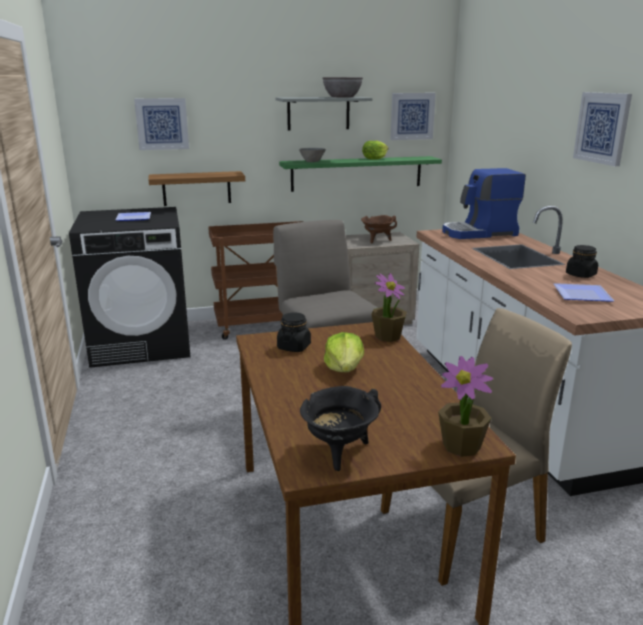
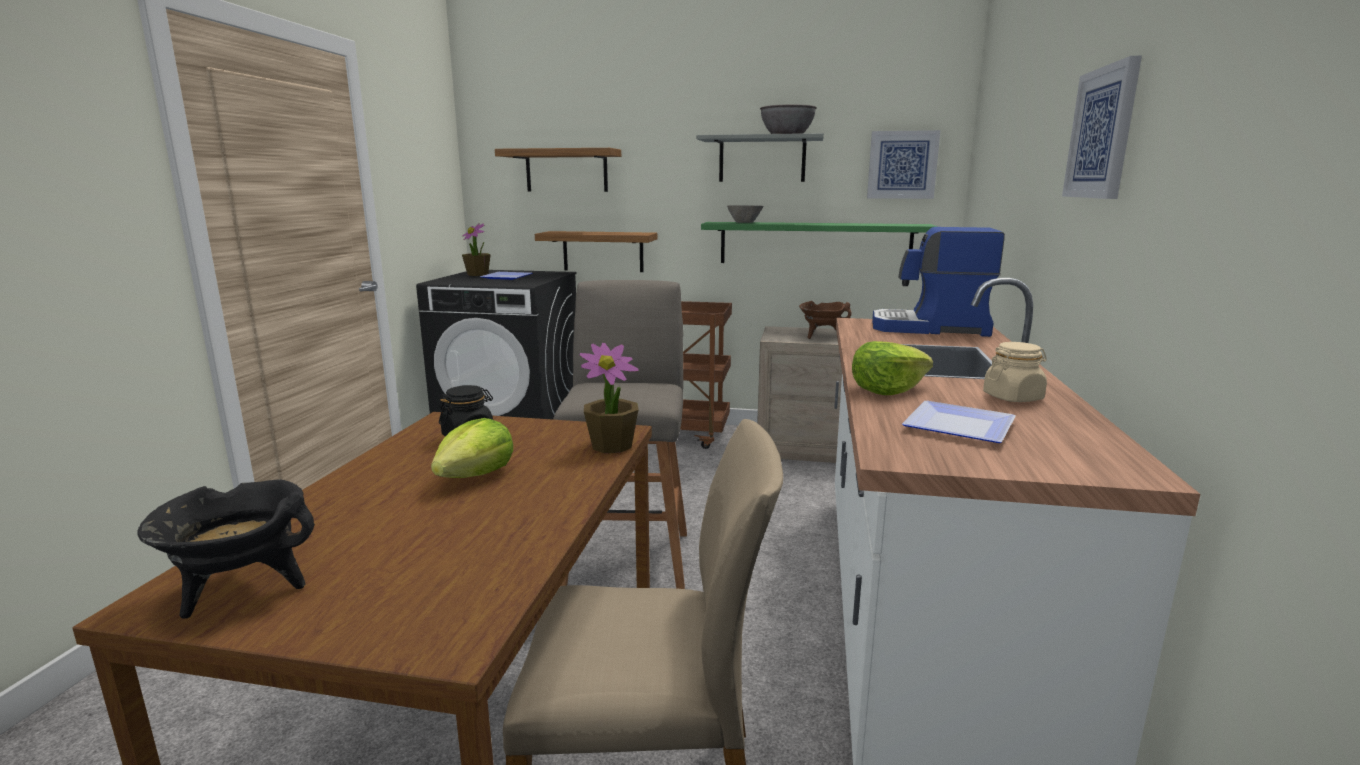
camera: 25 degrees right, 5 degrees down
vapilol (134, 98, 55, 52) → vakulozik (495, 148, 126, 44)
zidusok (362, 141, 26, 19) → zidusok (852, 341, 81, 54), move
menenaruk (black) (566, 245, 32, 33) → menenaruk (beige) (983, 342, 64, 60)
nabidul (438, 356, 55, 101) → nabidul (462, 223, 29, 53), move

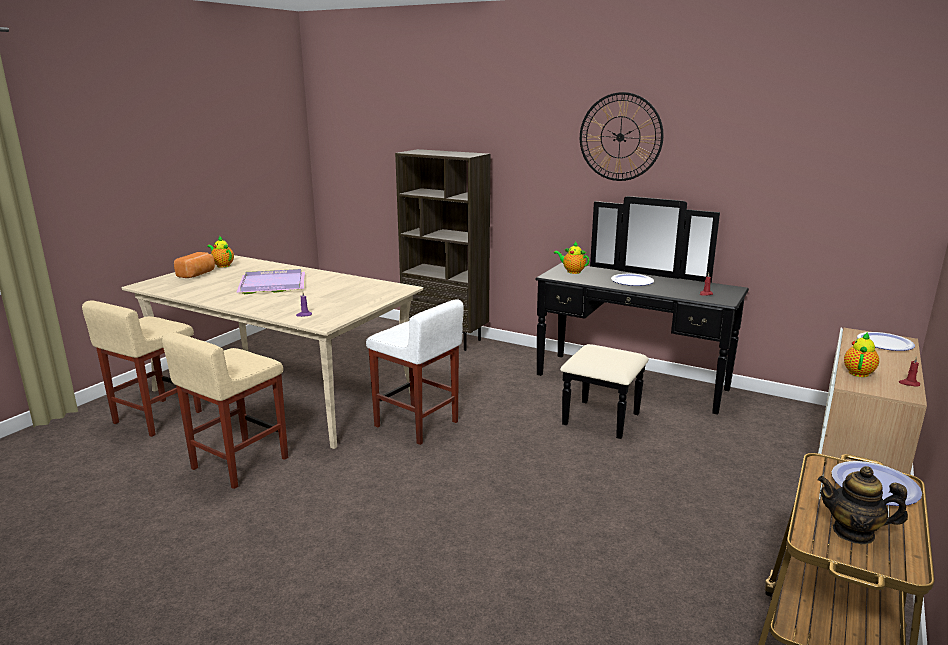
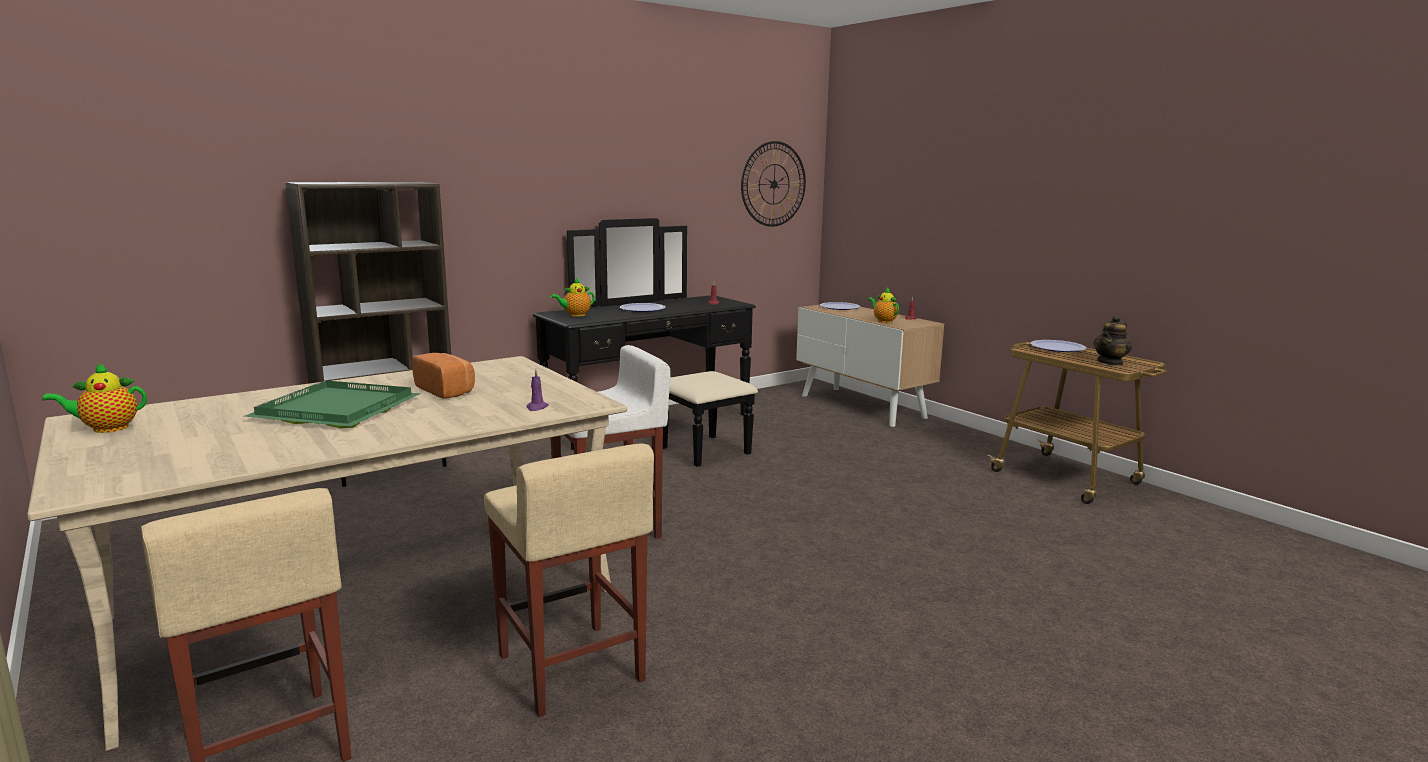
camera: 65 degrees left, 5 degrees down
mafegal (580, 92, 83, 89) → mafegal (741, 141, 65, 86), move
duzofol (174, 252, 41, 26) → duzofol (413, 353, 62, 46), move
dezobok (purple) (236, 269, 69, 25) → dezobok (green) (245, 380, 176, 49)

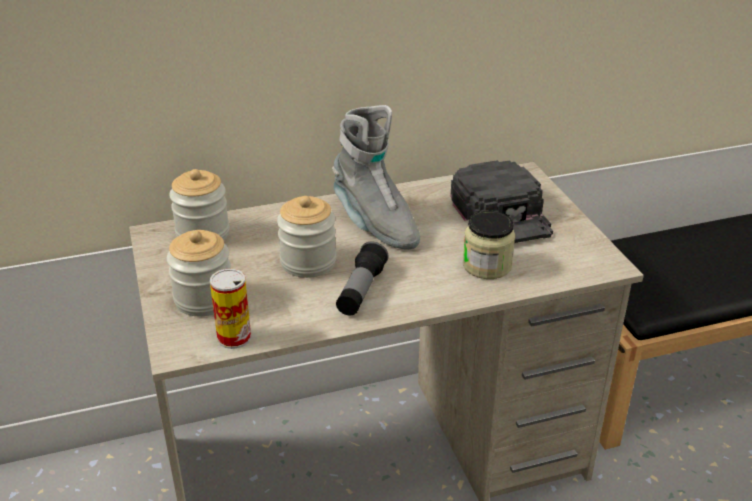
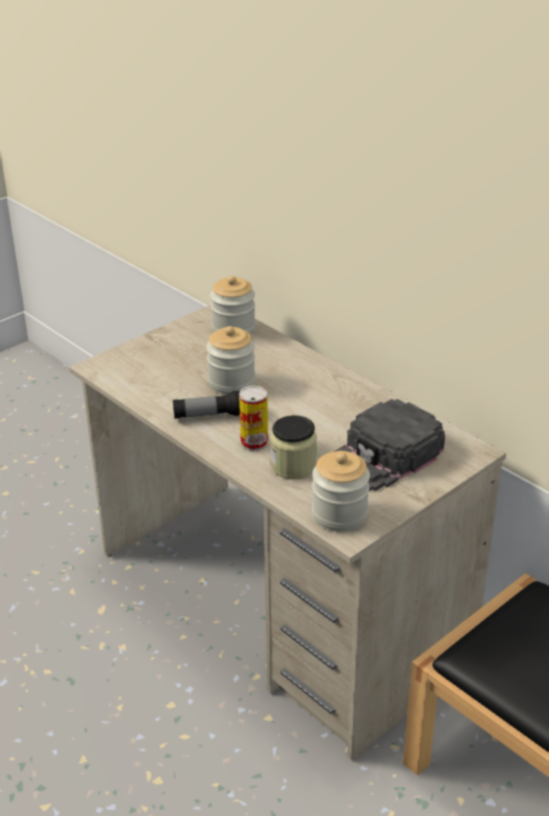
camera: 65 degrees right, 0 degrees up
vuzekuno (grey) (332, 105, 88, 144) → -
menenaruk (167, 230, 64, 86) → menenaruk (312, 451, 58, 81), move
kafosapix (210, 269, 41, 80) → kafosapix (239, 386, 29, 65), move

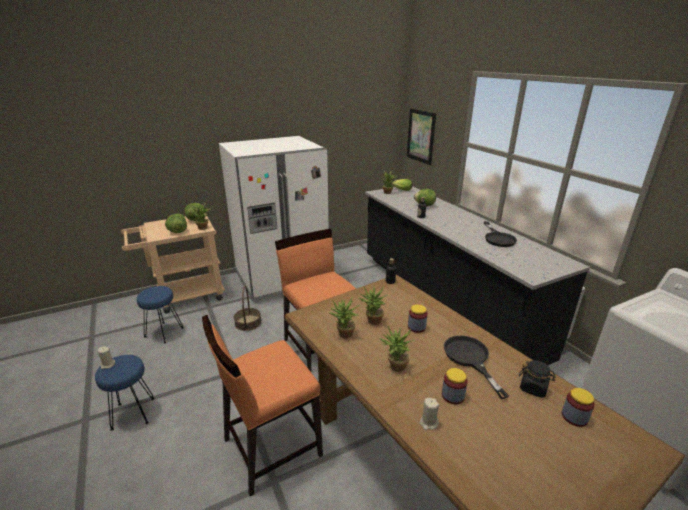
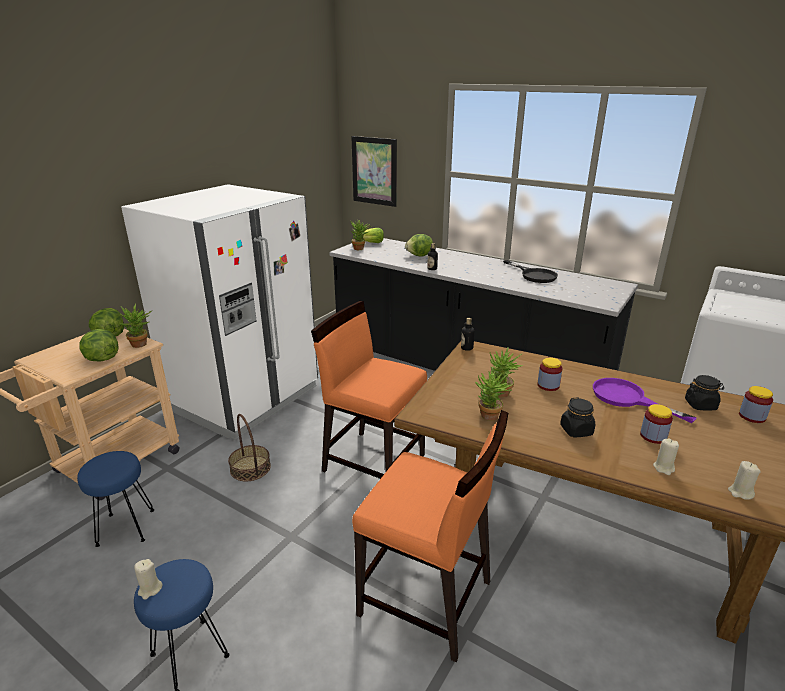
camera: 30 degrees left, 0 degrees up
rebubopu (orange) (202, 315, 121, 182) → rebubopu (orange) (352, 410, 156, 252), 90 degrees counterclockwise
nabidul (379, 326, 36, 46) → menenaruk (black) (560, 397, 35, 40)
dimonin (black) (444, 336, 65, 63) → dimonin (purple) (593, 378, 104, 45)
- → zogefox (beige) (728, 461, 33, 39)

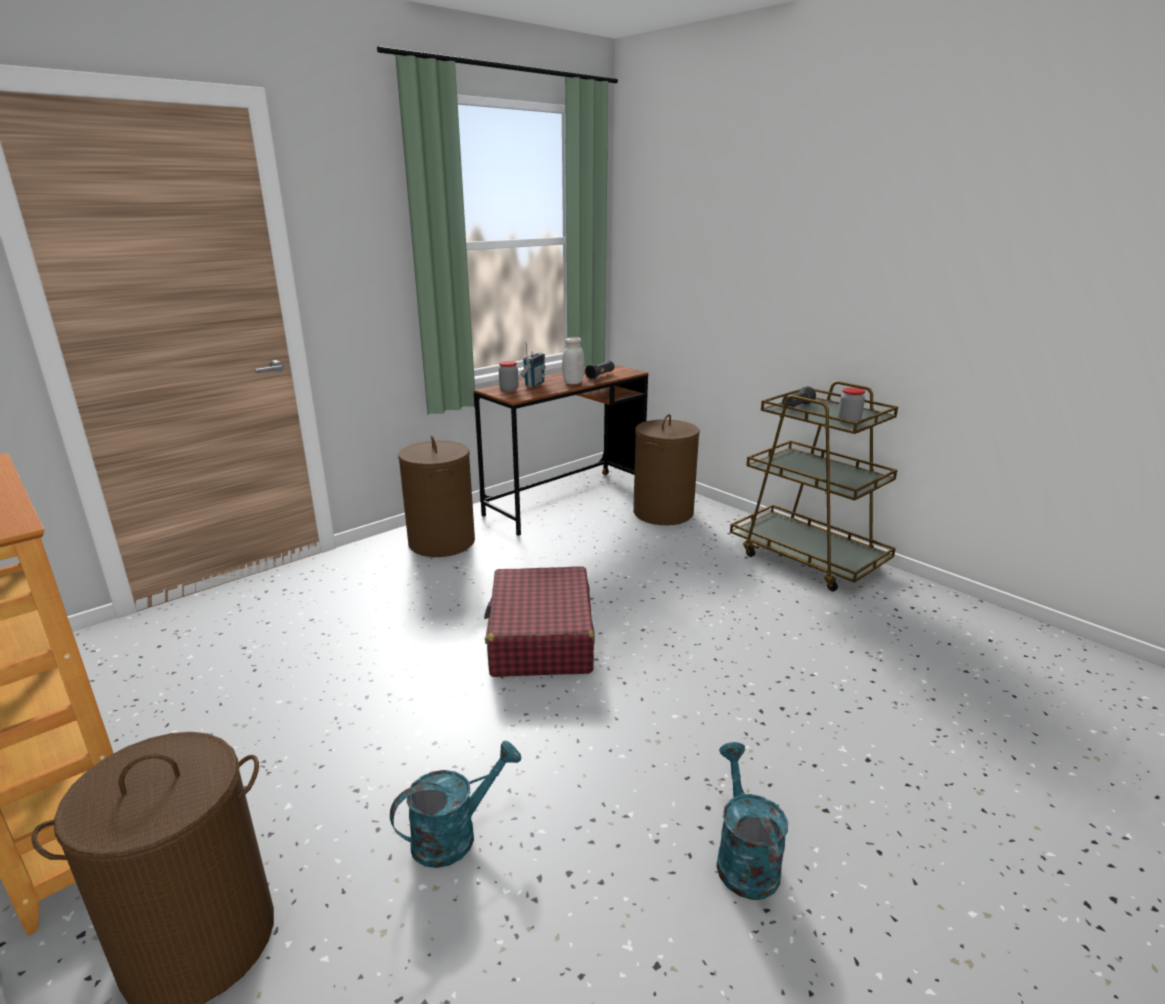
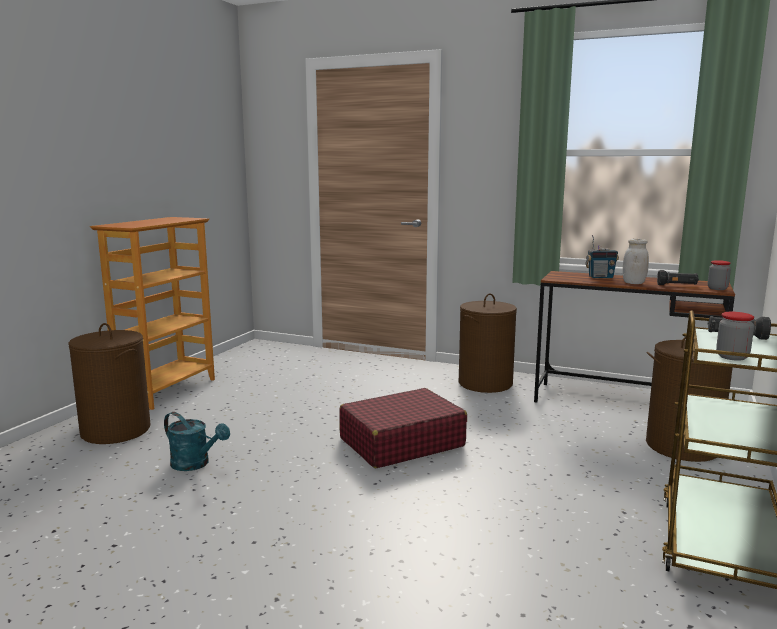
camera: 65 degrees right, 10 degrees down
menenaruk (499, 361, 19, 31) → menenaruk (708, 260, 23, 30), move
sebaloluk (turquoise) (716, 742, 72, 158) → -

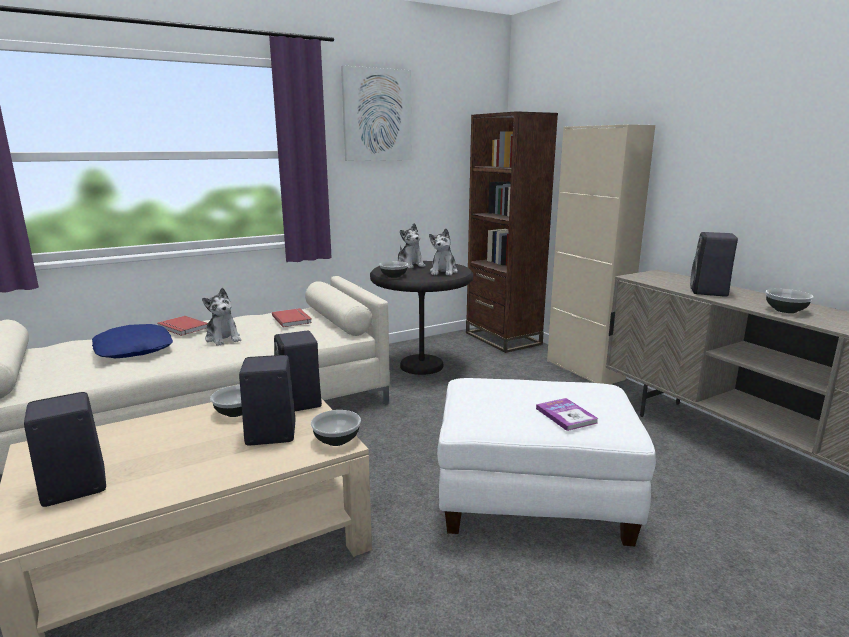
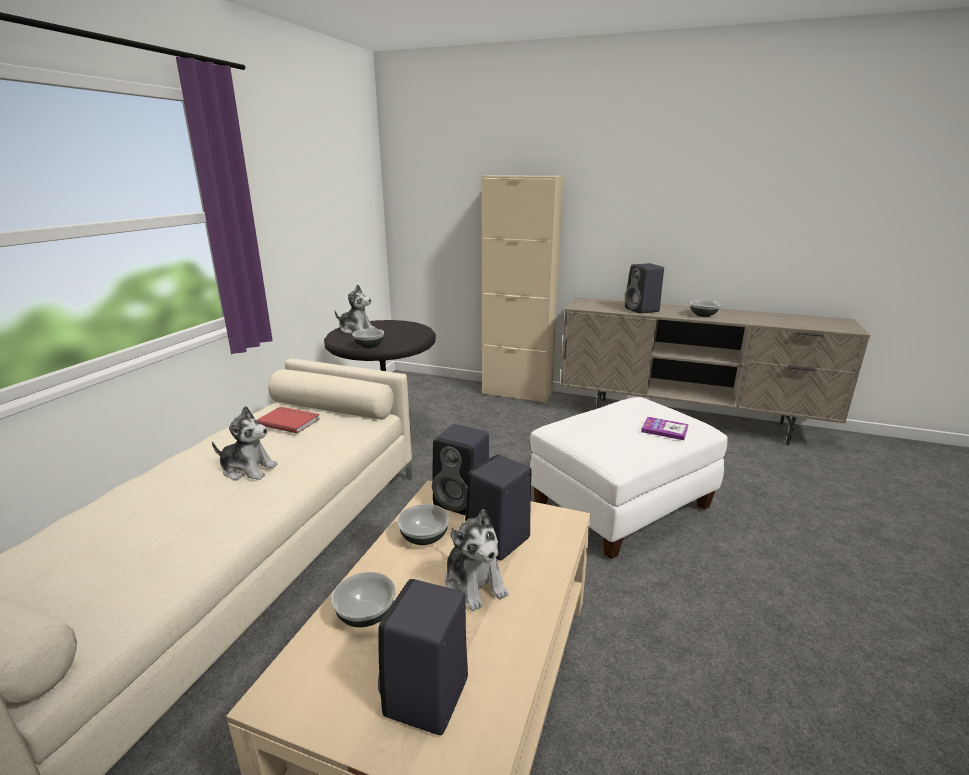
camera: 40 degrees left, 5 degrees up
vapilol (341, 65, 70, 96) → -
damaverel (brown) (466, 111, 92, 242) → -
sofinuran (429, 228, 29, 48) → sofinuran (445, 509, 64, 102), move
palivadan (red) (158, 316, 50, 20) → -
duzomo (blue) (92, 324, 81, 34) → -
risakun (311, 410, 50, 36) → risakun (331, 572, 65, 55), move

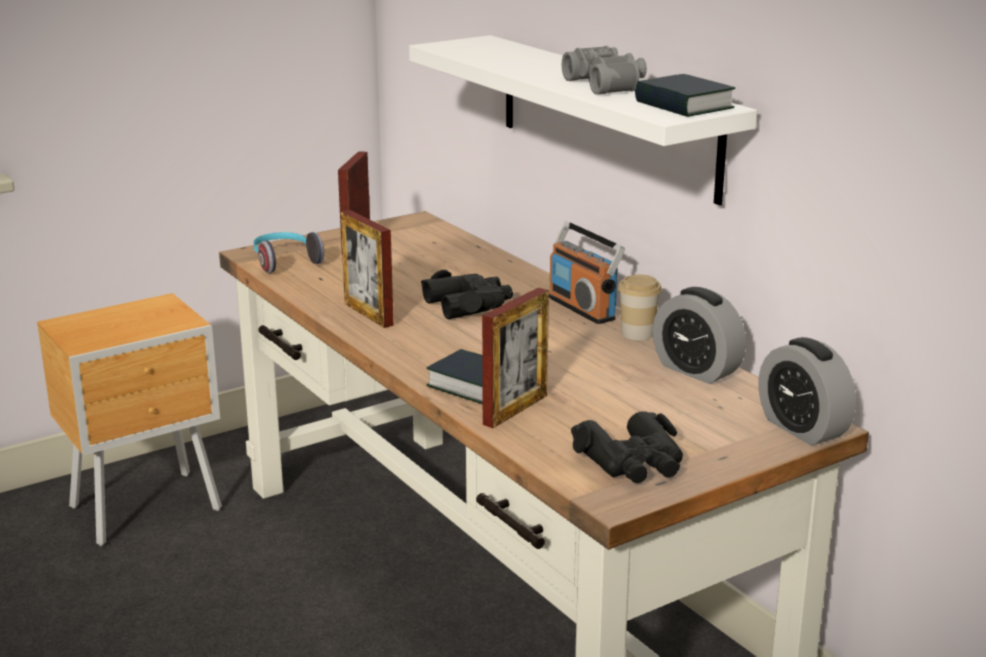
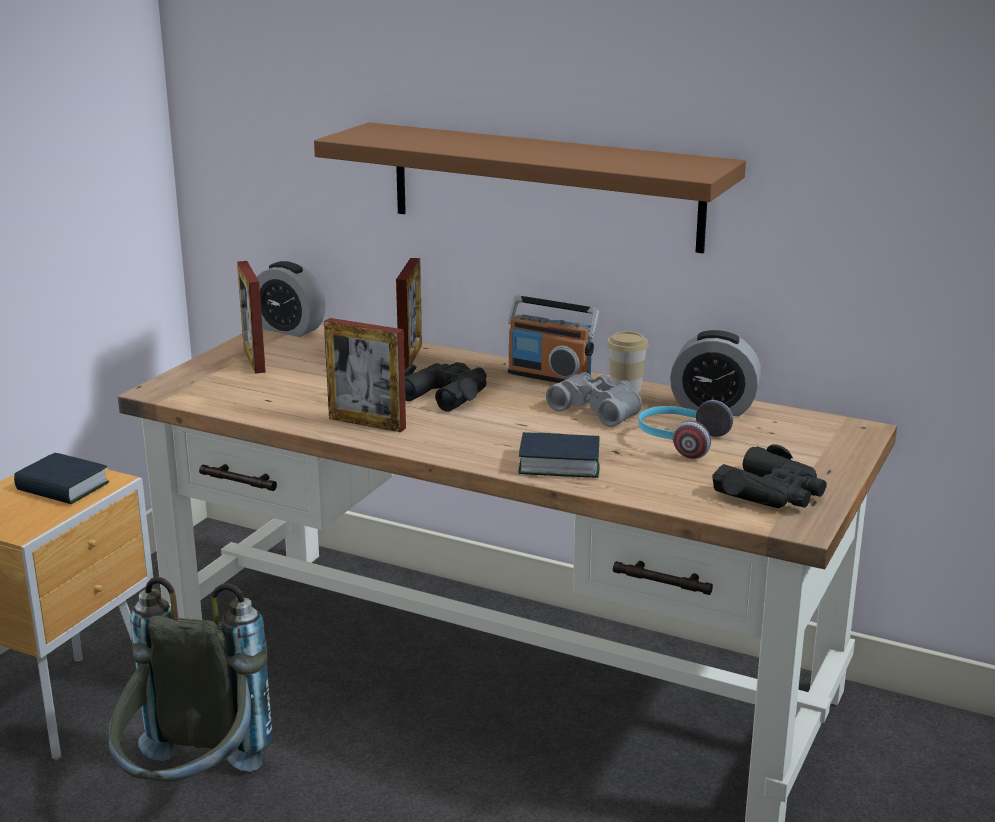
camera: 30 degrees left, 0 degrees up
vakulozik (white) (409, 35, 348, 170) → vakulozik (brown) (314, 122, 432, 131)
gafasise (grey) (562, 46, 85, 49) → gafasise (grey) (546, 372, 96, 55), move
palivadan (635, 74, 100, 43) → palivadan (14, 453, 95, 51), move
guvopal (253, 232, 71, 41) → guvopal (639, 400, 94, 59), move
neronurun (482, 288, 67, 140) → neronurun (396, 258, 26, 112), move
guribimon (758, 337, 98, 109) → guribimon (257, 261, 69, 76), move
- → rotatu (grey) (108, 577, 164, 205)

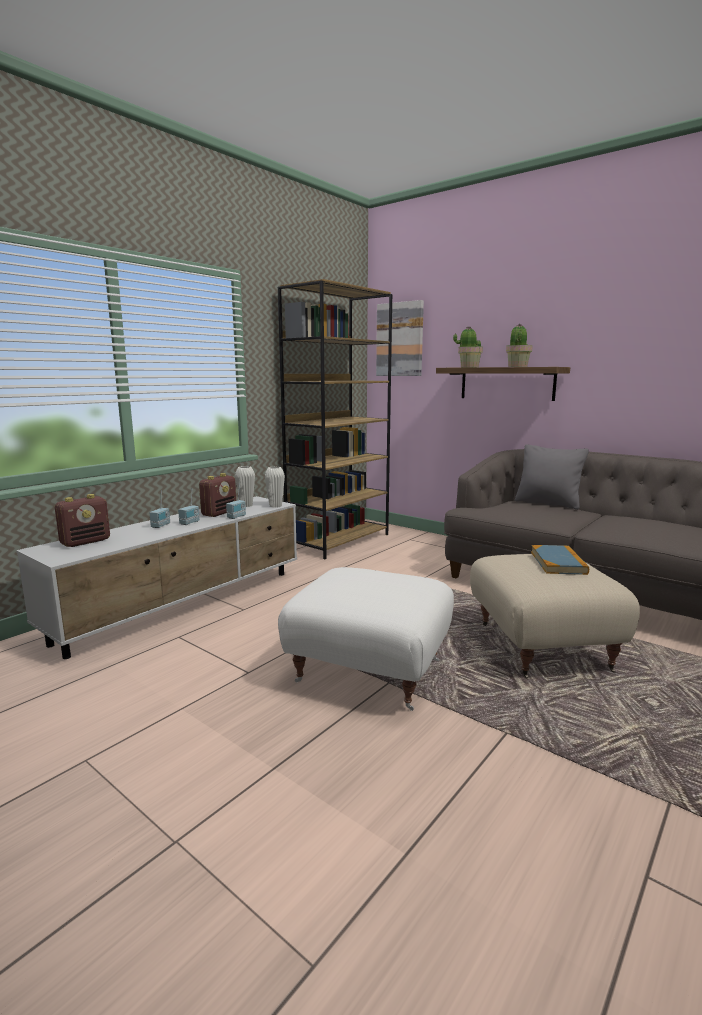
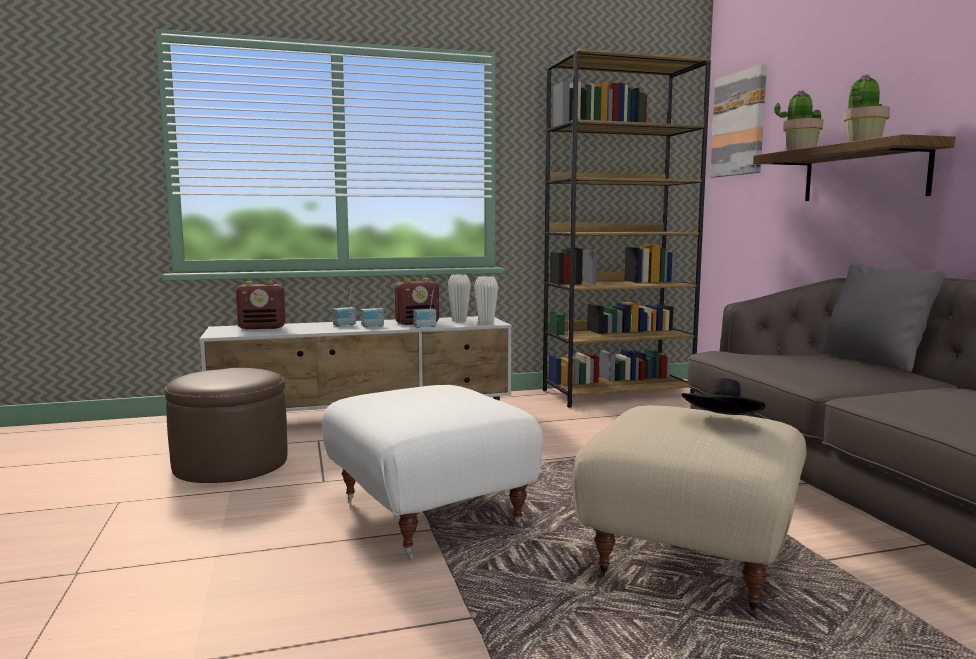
camera: 35 degrees right, 5 degrees down
palivadan (531, 545, 58, 30) → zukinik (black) (682, 378, 83, 37)
- → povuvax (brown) (164, 368, 123, 115)

